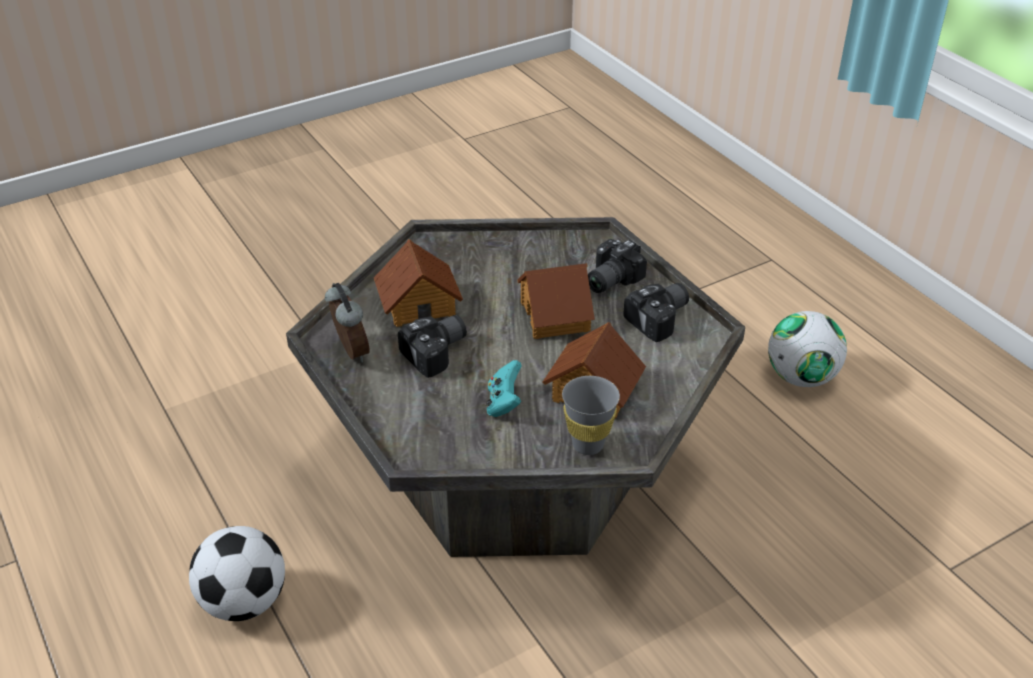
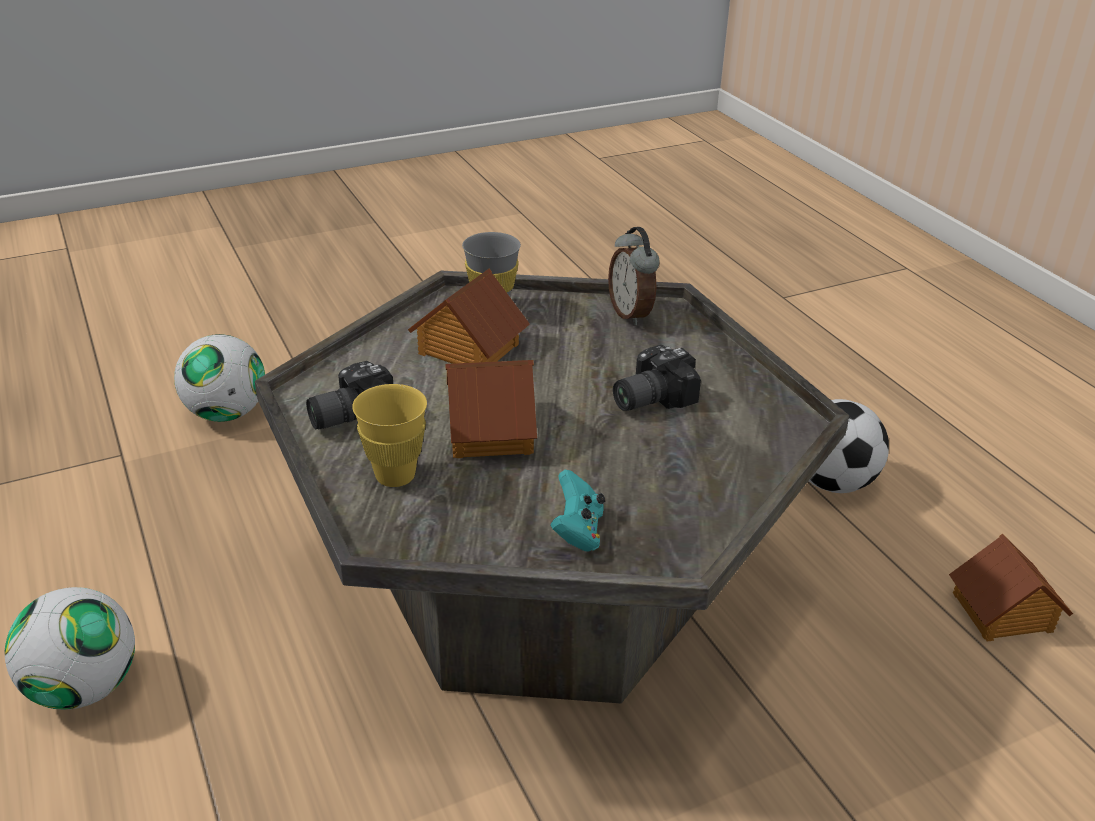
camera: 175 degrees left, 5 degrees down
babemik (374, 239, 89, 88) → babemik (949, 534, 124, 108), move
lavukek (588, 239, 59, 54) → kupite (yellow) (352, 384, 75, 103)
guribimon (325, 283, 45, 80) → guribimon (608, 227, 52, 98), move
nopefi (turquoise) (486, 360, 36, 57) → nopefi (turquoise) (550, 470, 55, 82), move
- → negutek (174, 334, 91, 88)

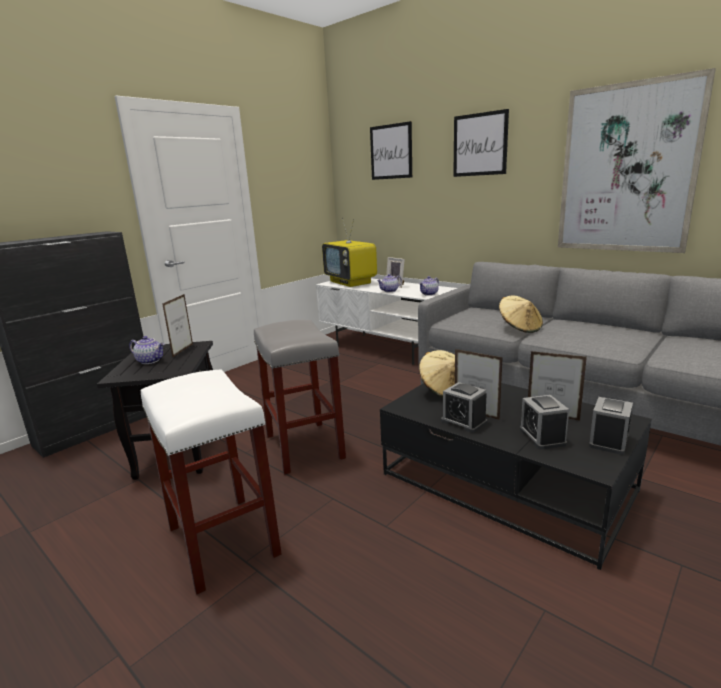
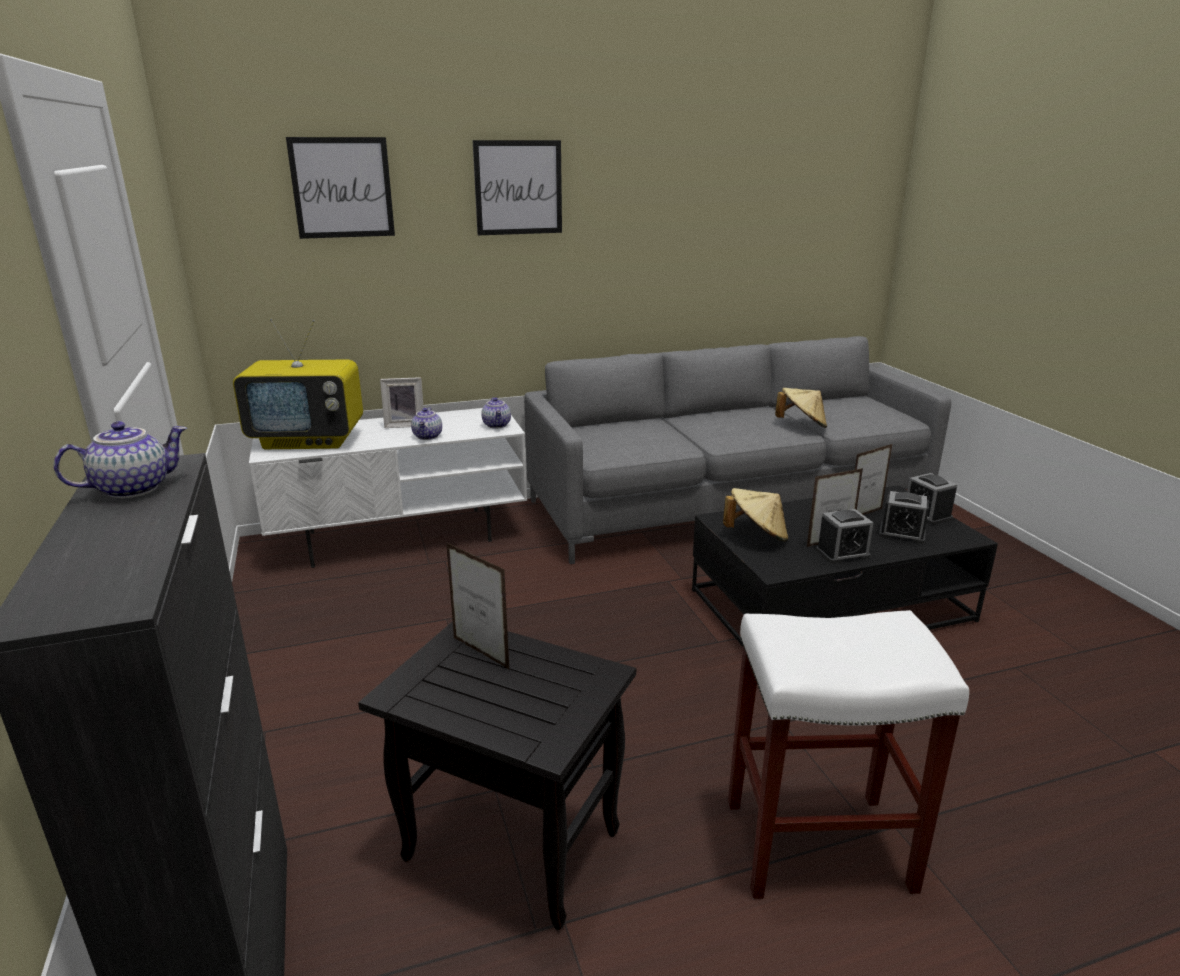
camera: 60 degrees left, 5 degrees up
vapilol (558, 68, 158, 185) → -
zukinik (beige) (499, 296, 44, 37) → zukinik (beige) (775, 388, 52, 40), move
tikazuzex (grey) (254, 320, 92, 155) → -
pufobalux (129, 336, 36, 28) → pufobalux (54, 421, 133, 77), move

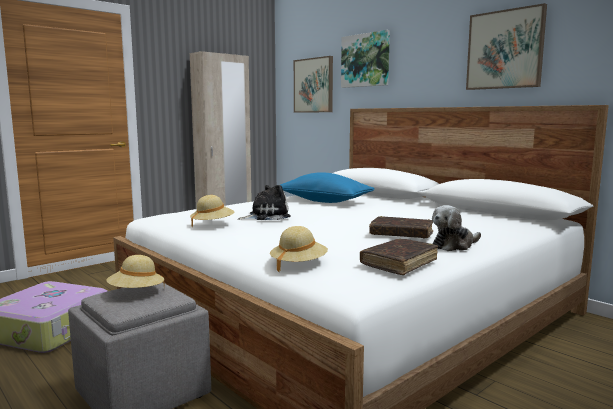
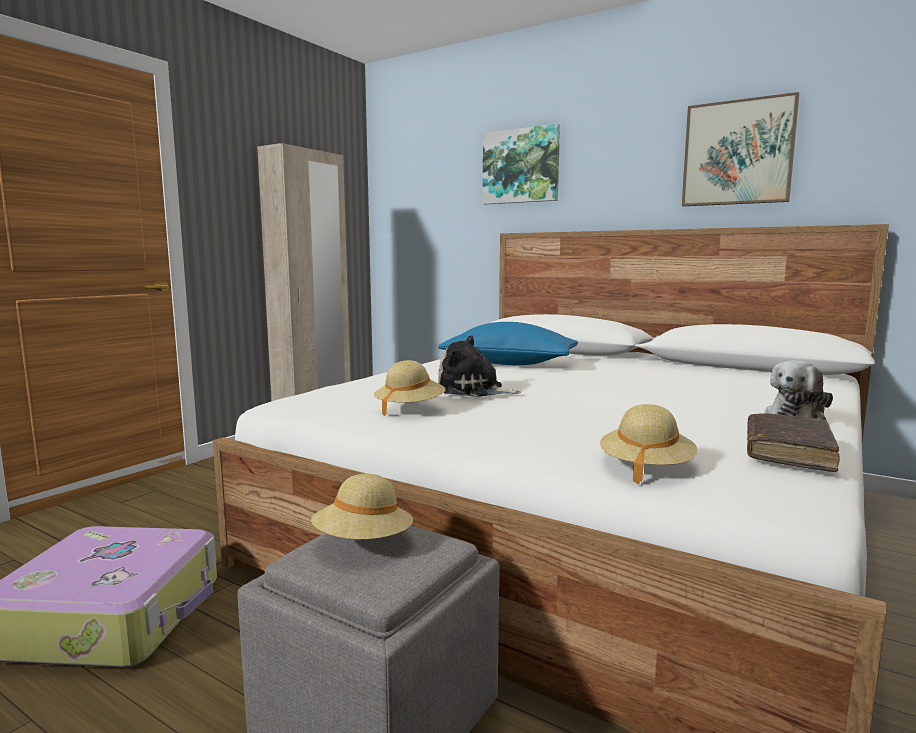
camera: 15 degrees left, 0 degrees up
vapilol (294, 56, 39, 57) → -
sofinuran (238, 185, 53, 35) → sofinuran (438, 335, 83, 62), 120 degrees counterclockwise
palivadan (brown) (369, 216, 64, 22) → -

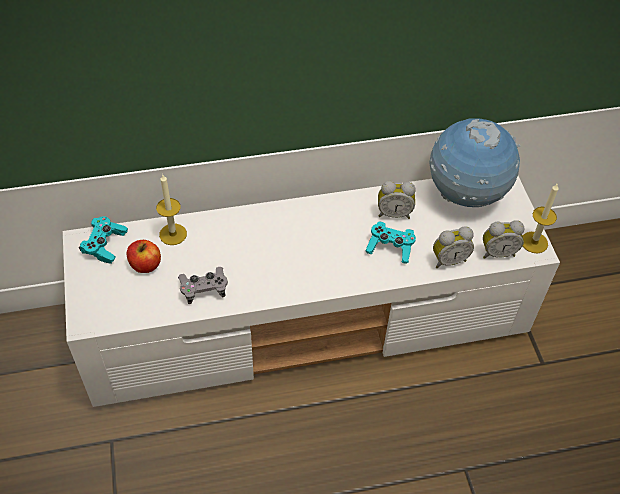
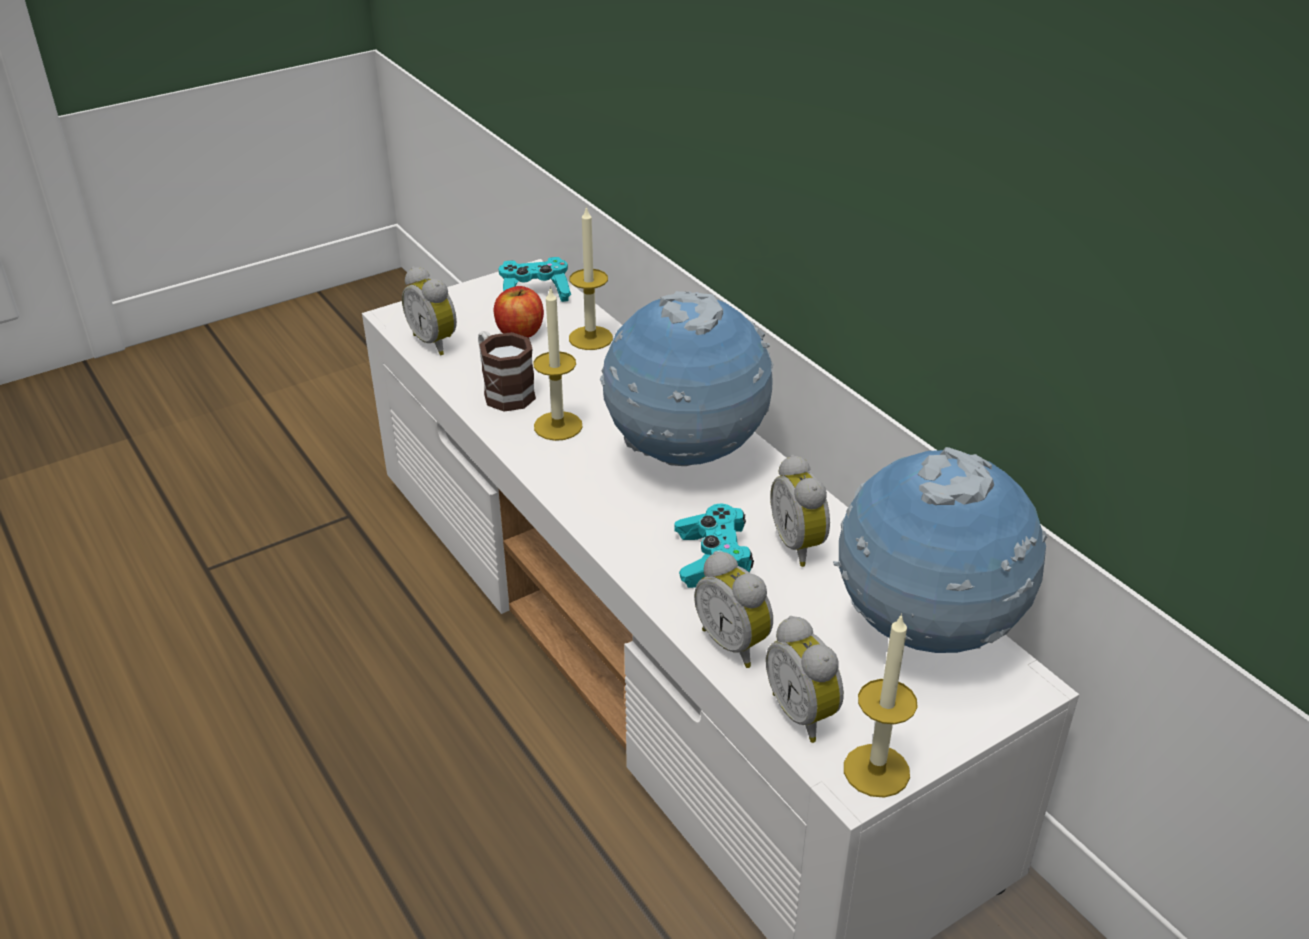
camera: 70 degrees right, 15 degrees down
nopefi (grey) (178, 267, 50, 37) → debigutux (478, 331, 58, 81)
- → guribimon (402, 267, 55, 88)
- → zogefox (533, 286, 50, 155)
- → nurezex (600, 291, 173, 175)

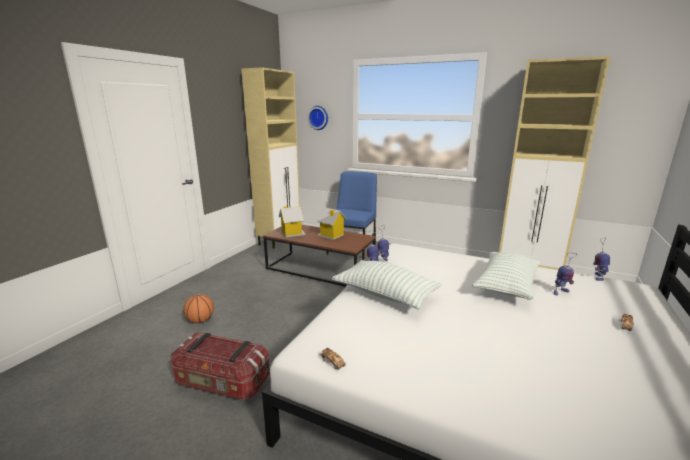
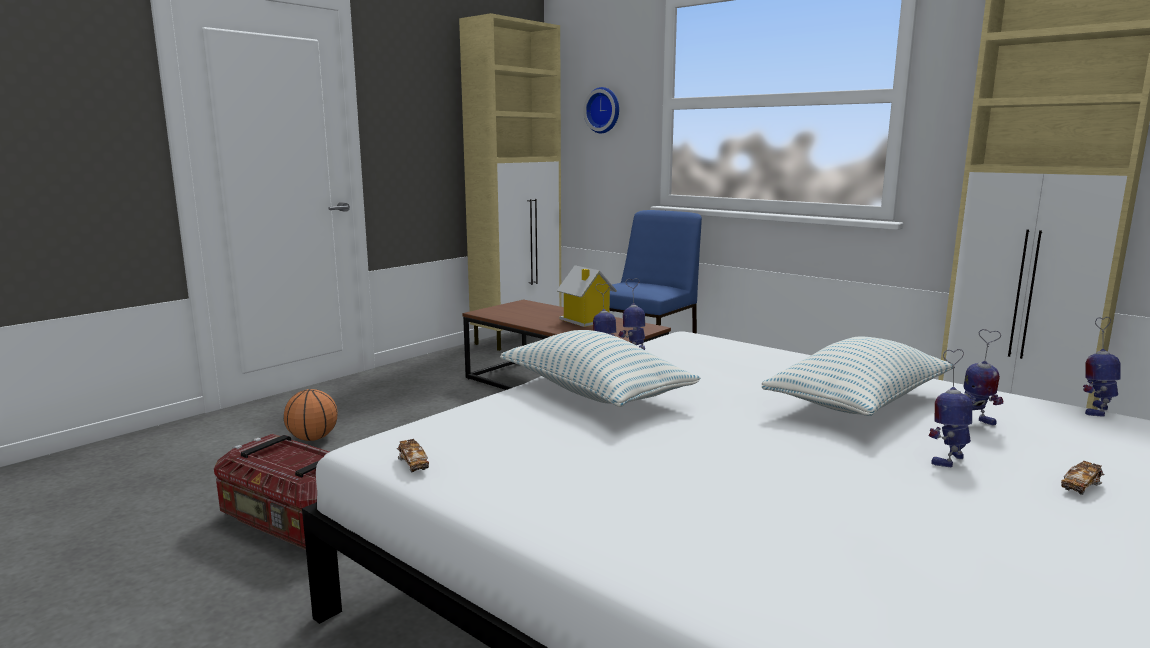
camera: 15 degrees right, 5 degrees down
babemik (279, 206, 27, 31) → -
- → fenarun (929, 349, 43, 118)

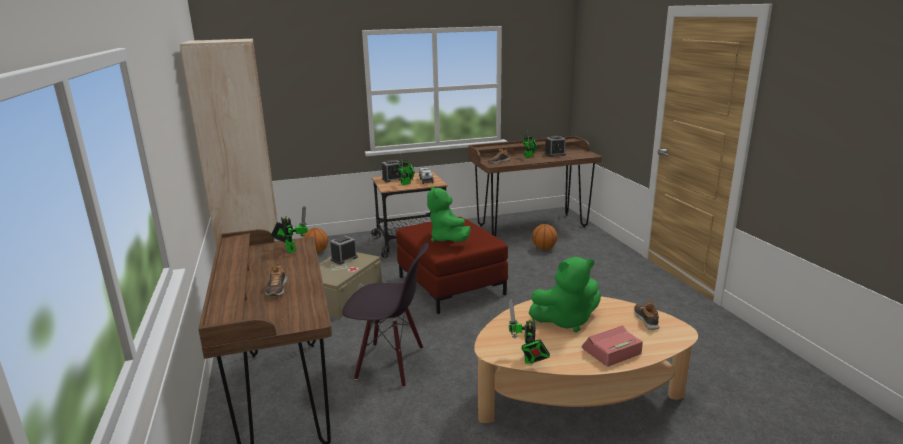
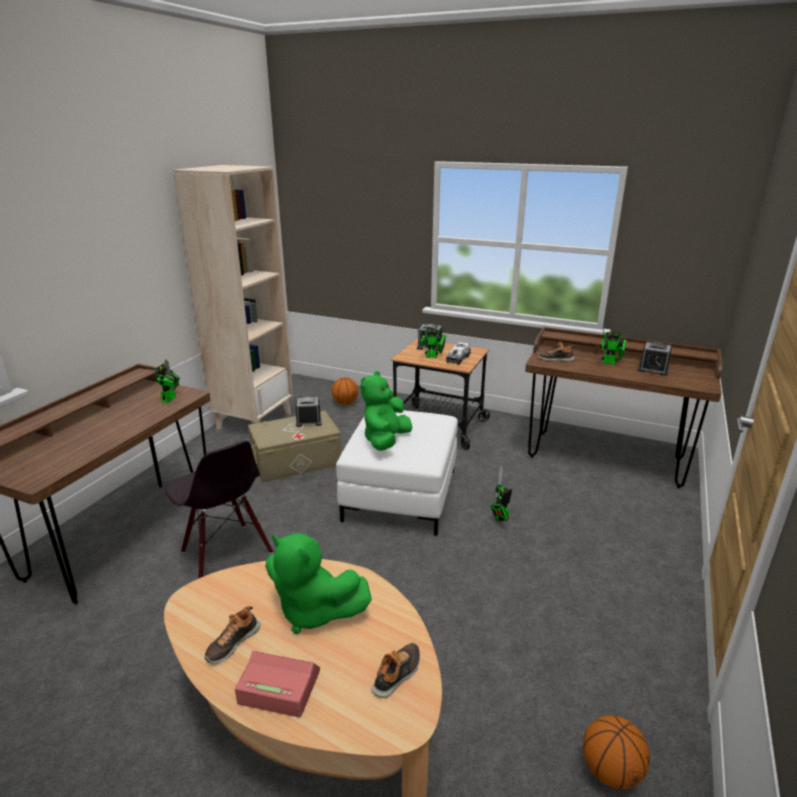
camera: 40 degrees right, 5 degrees up
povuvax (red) (396, 217, 112, 97) → povuvax (white) (336, 410, 122, 126)
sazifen (532, 224, 25, 26) → sazifen (583, 715, 67, 74), move
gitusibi (265, 263, 22, 33) → gitusibi (205, 606, 55, 58), move
fenarun (508, 298, 42, 66) → fenarun (490, 466, 22, 56), move

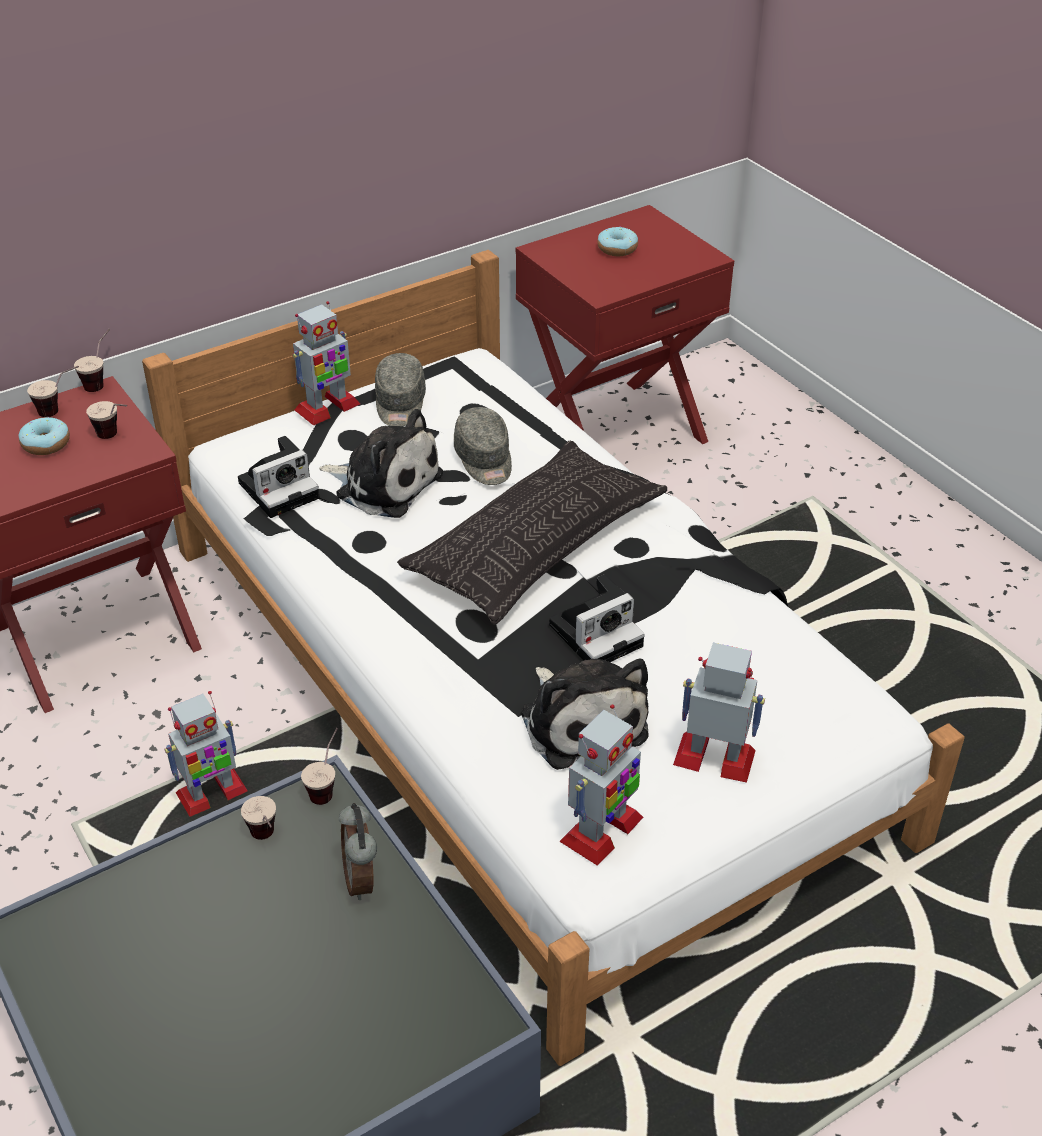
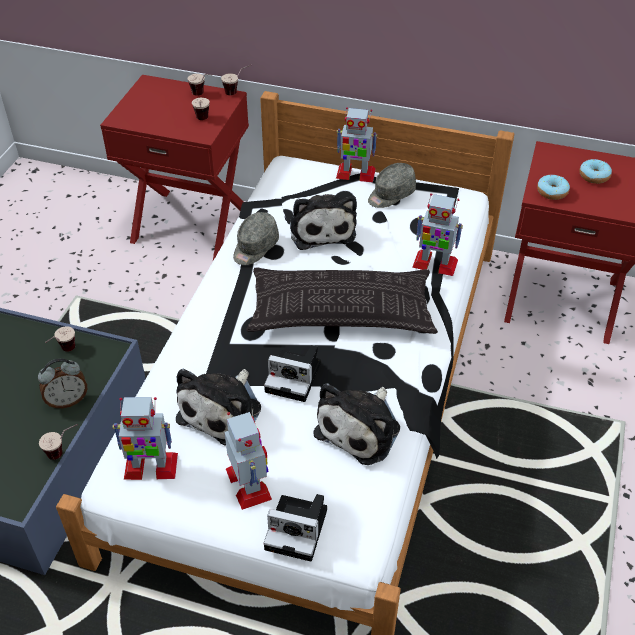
camera: 50 degrees right, 5 degrees up
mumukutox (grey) (454, 407, 58, 78) → mumukutox (grey) (233, 212, 46, 53), move
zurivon (19, 417, 51, 38) → zurivon (537, 175, 33, 25), move
lavukek (238, 436, 82, 82) → lavukek (264, 494, 63, 68), move
fenarun (164, 691, 84, 126) → fenarun (412, 193, 51, 83), move
kupite (301, 728, 37, 77) → kupite (39, 424, 39, 36), move
guribimon (339, 803, 38, 97) → guribimon (38, 358, 49, 50), 150 degrees counterclockwise
- → sofinuran (314, 383, 86, 82)

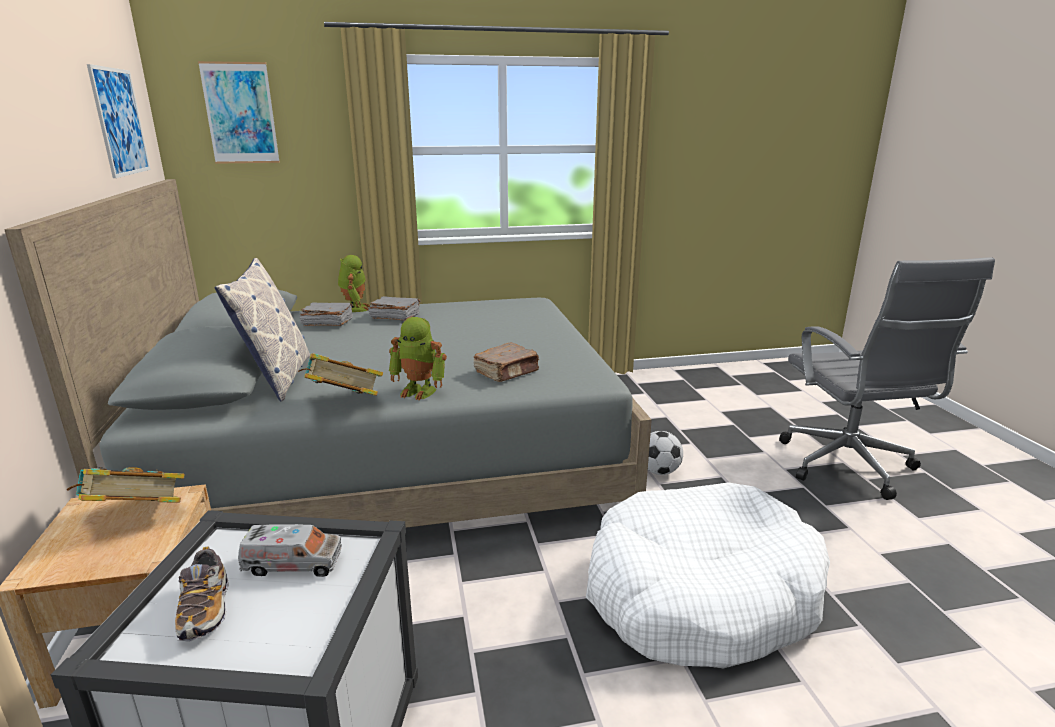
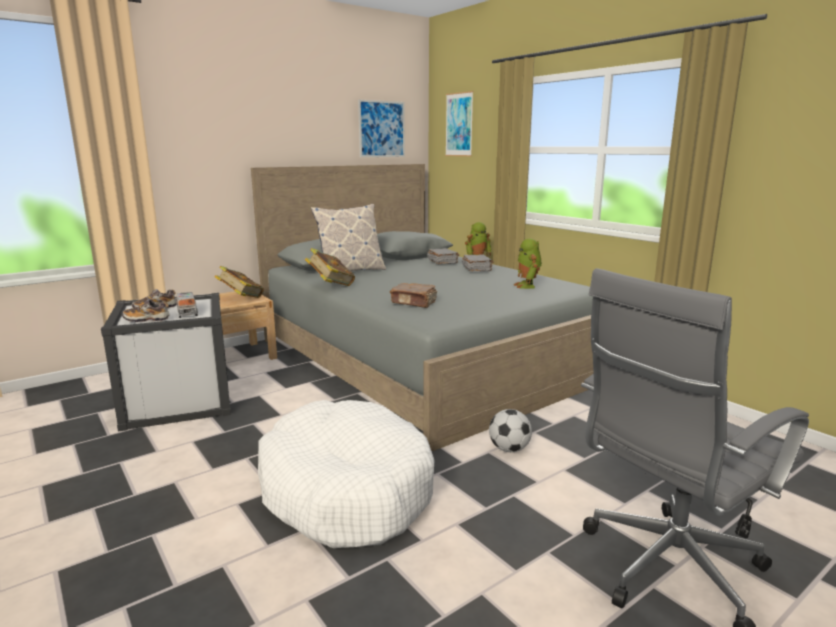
camera: 65 degrees right, 5 degrees down
fenarun (389, 317, 58, 83) → fenarun (514, 238, 28, 51), move
- → gitusibi (122, 299, 47, 24)

